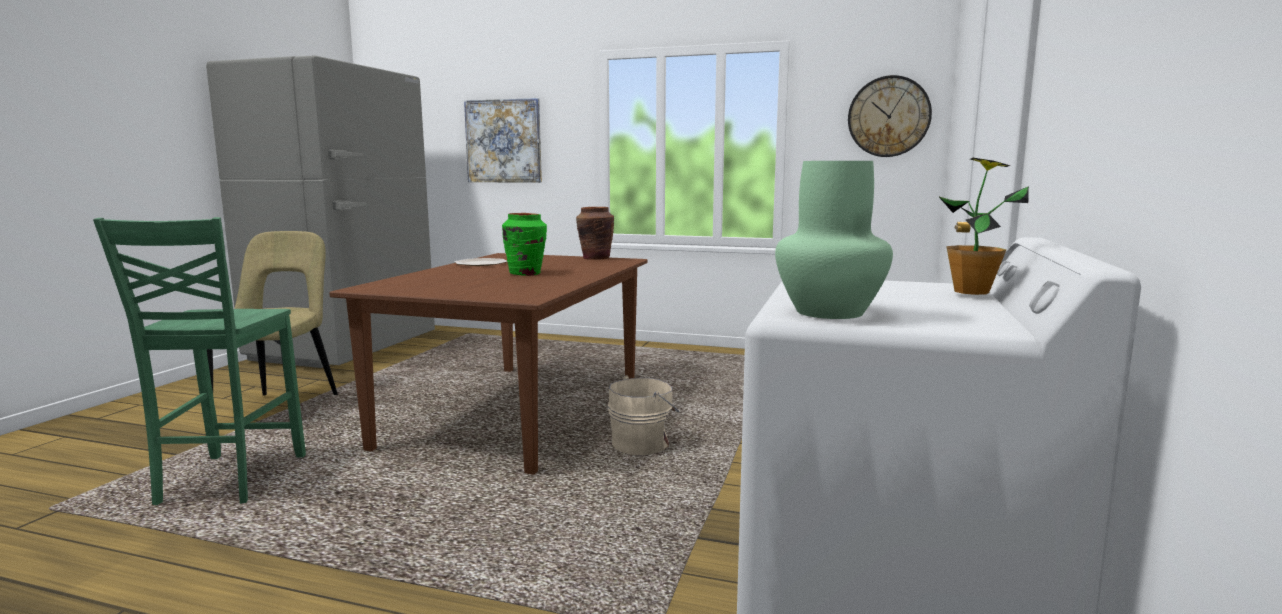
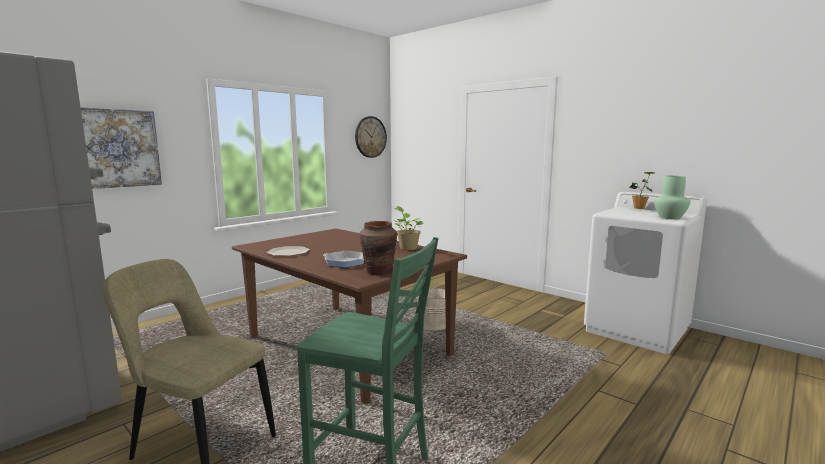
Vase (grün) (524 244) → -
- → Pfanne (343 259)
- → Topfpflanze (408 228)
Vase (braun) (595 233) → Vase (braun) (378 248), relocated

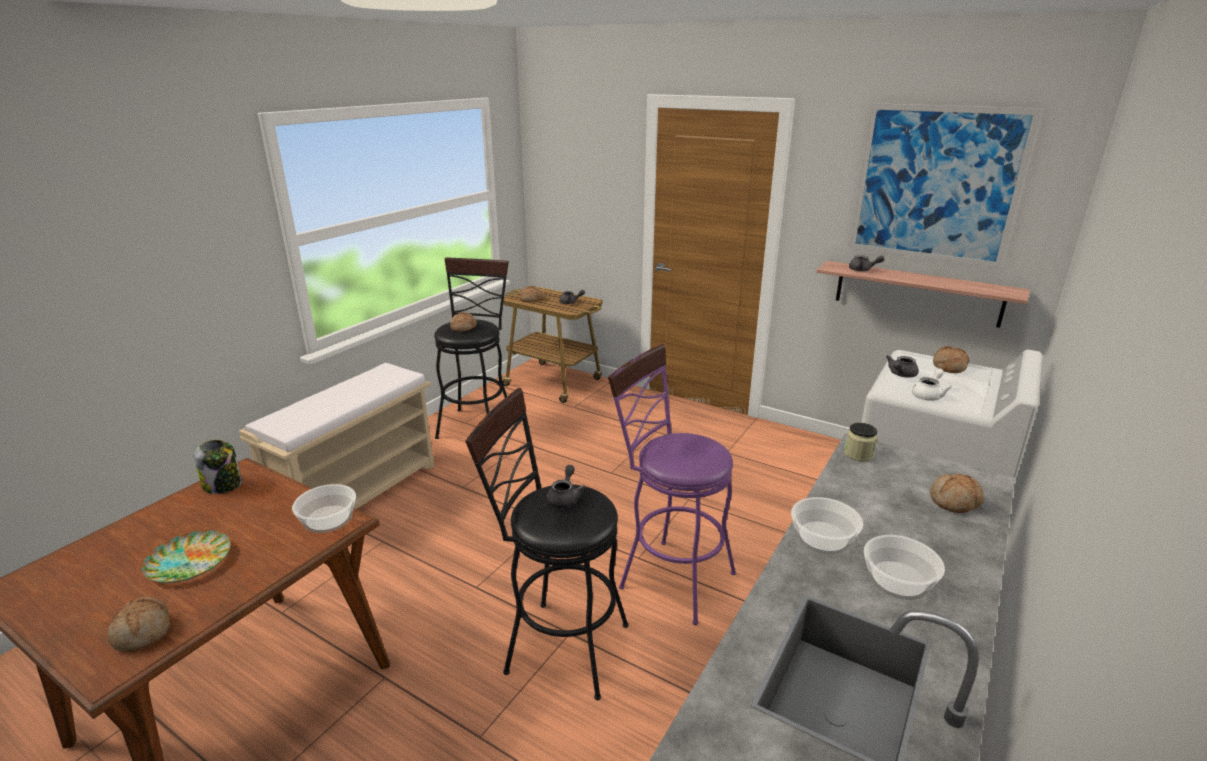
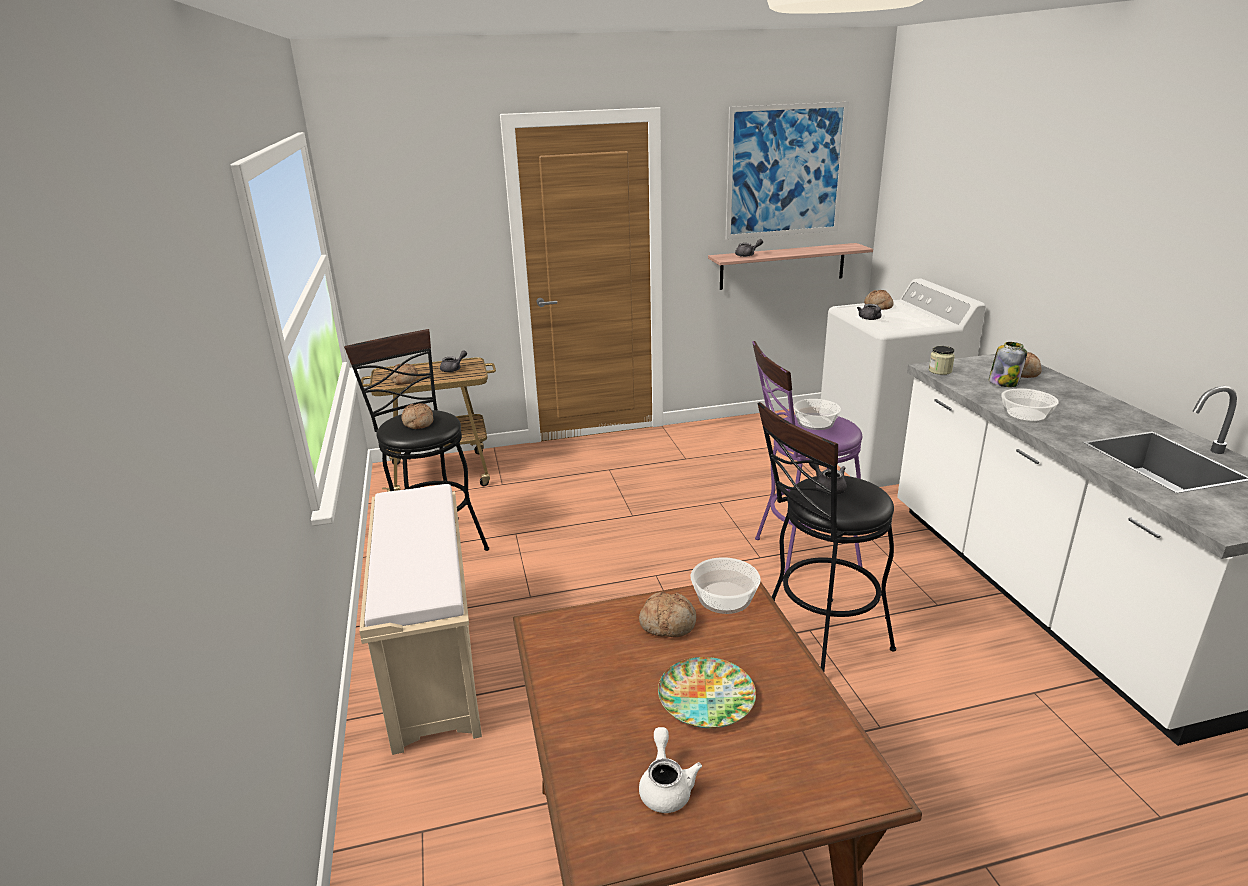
Brot (138 624) → Brot (667 615), relocated
Vorratsglas (217 467) → Vorratsglas (1008 364), relocated
Schüssel (904 567) → Schüssel (817 414), relocated
Teekanne (weiß) (932 384) → Teekanne (weiß) (670 770), relocated

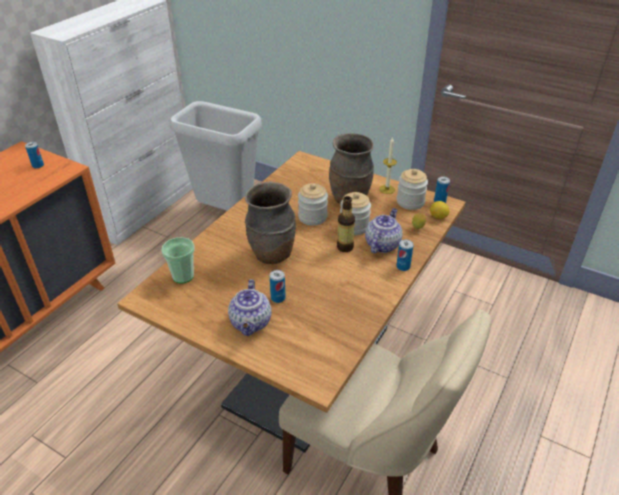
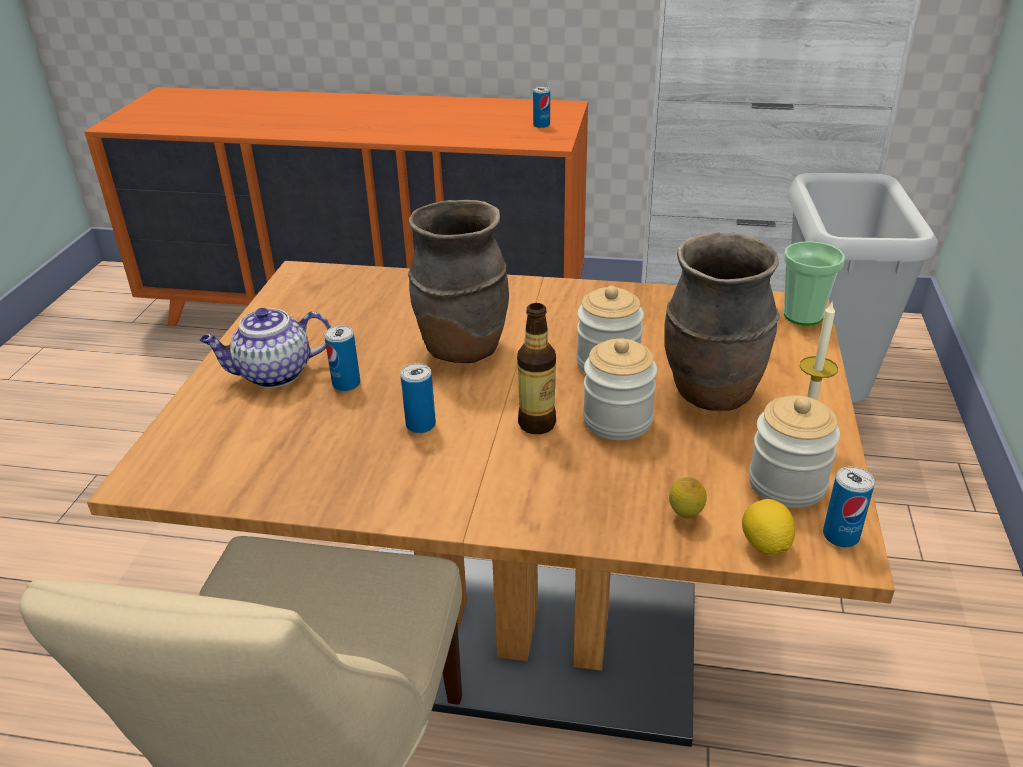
Teekanne (384 230) → -
Tasse (178 260) → Tasse (814 283), relocated
Dose (404 255) → Dose (418 398), relocated

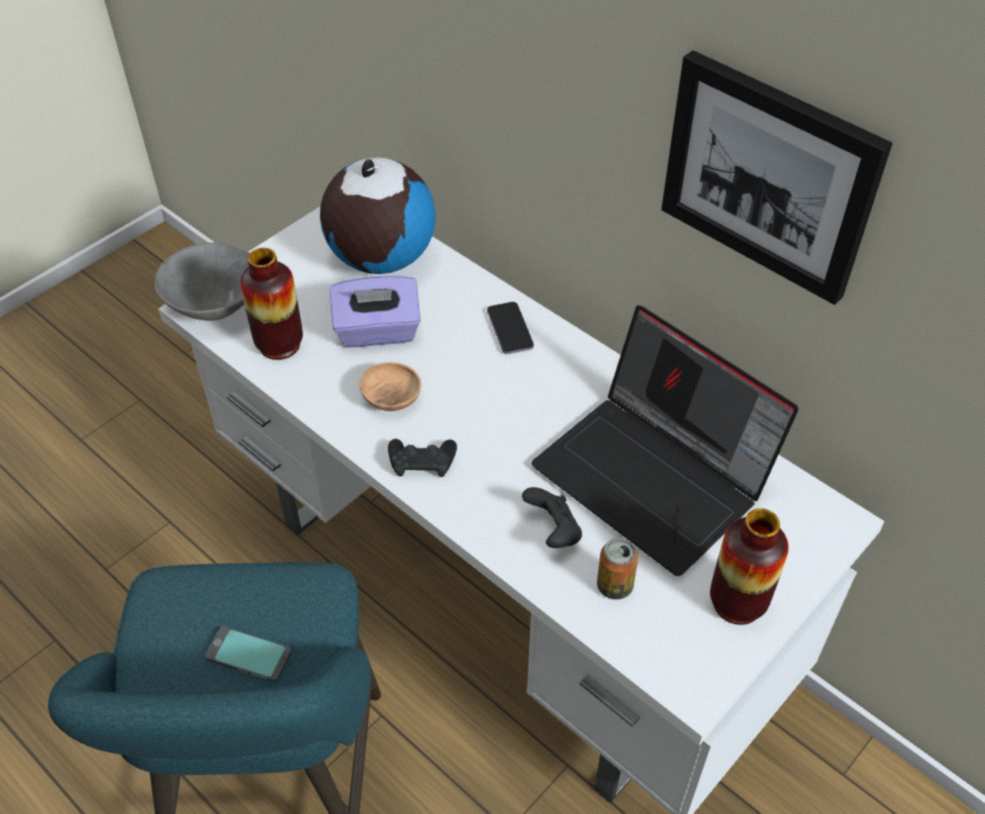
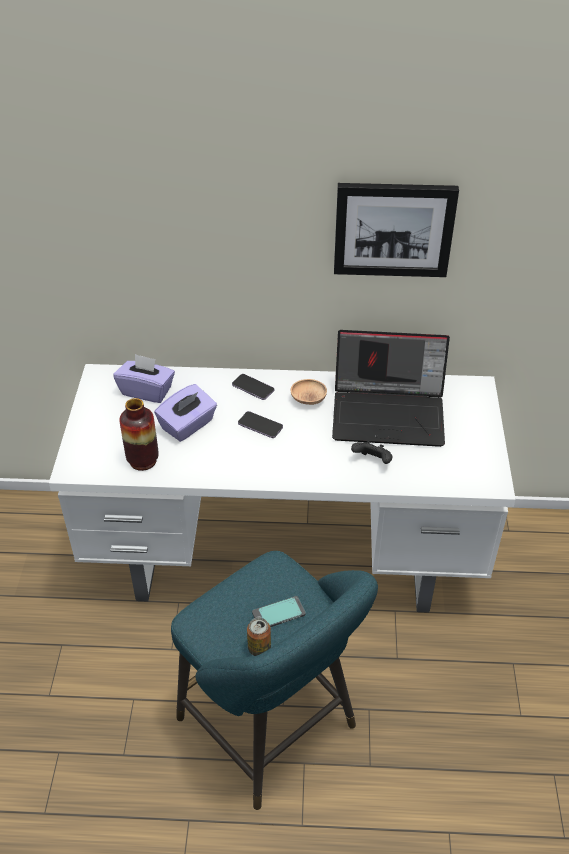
Schüssel (grau) (202 281) → -
Gamepad (schwarz) (422 458) → -
Vase (749 566) → -
- → Handy (260 424)
Schüssel (braun) (390 386) → Schüssel (braun) (309 392), relocated
Dose (617 569) → Dose (259 637), relocated
Globus (378 215) → Taschentuchbox (lila) (144 378)

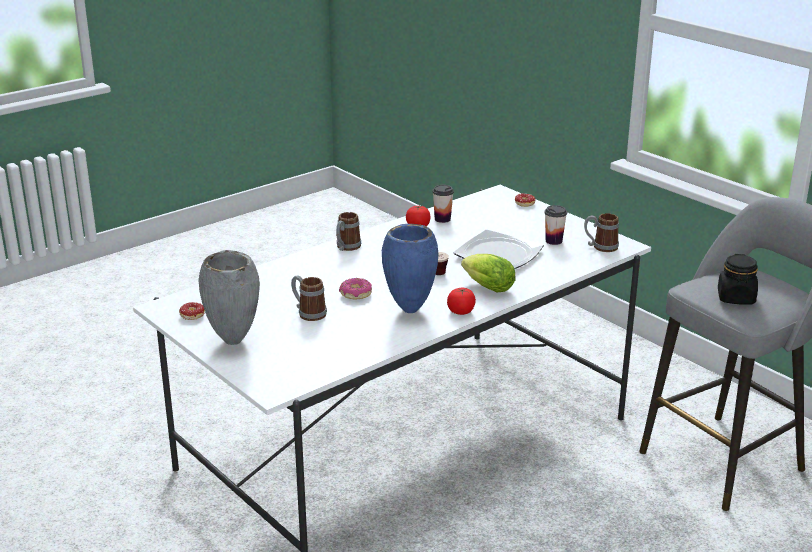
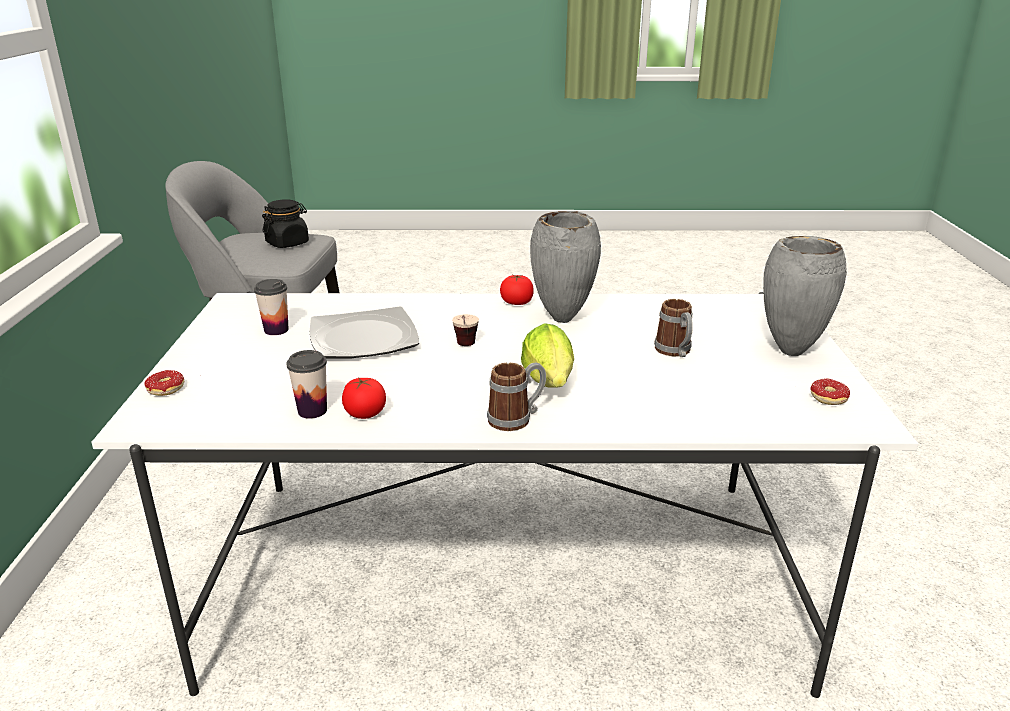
Donut (355 288) → -
Henkelbecher (601 232) → -
Salatkopf (488 273) → Salatkopf (547 355), relocated
Vase (blau) (410 268) → Vase (grau) (565 267)

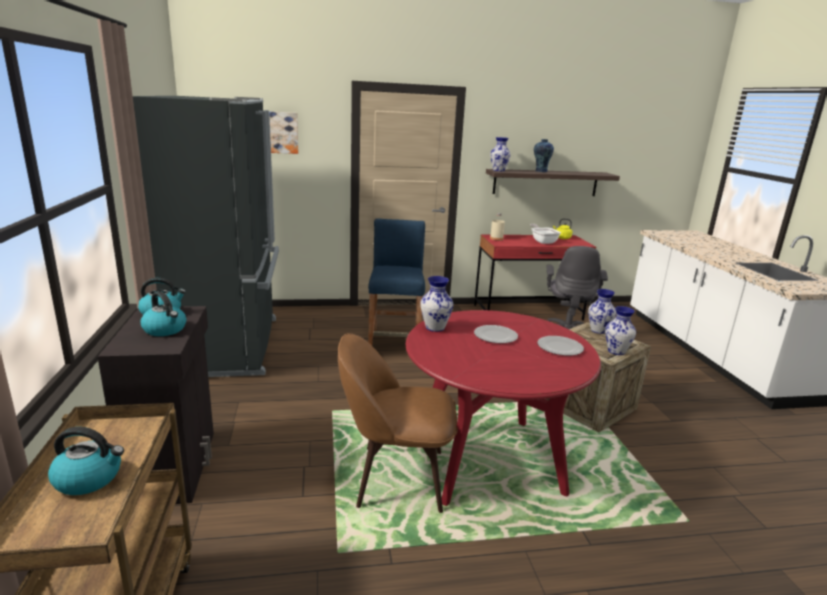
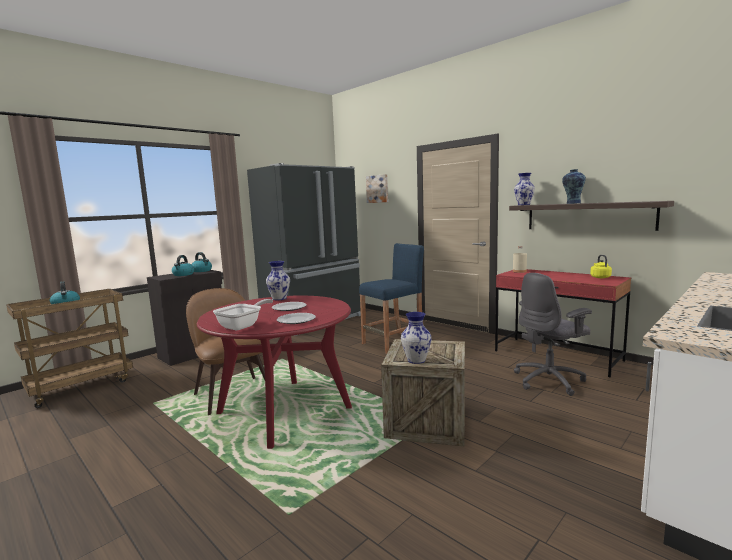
Vase (602 311) → -
Pfanne (545 234) → Pfanne (243 314), relocated

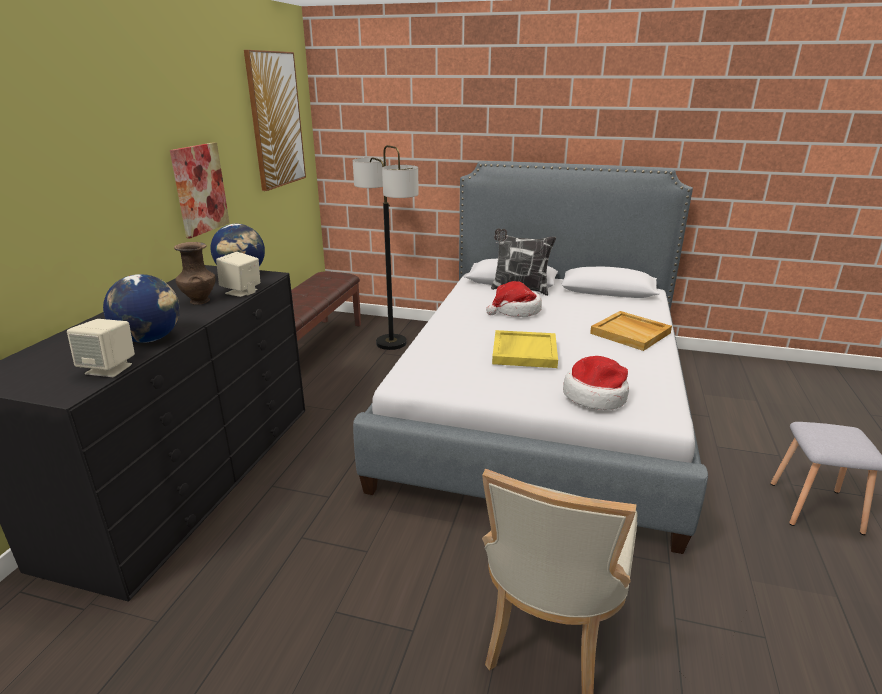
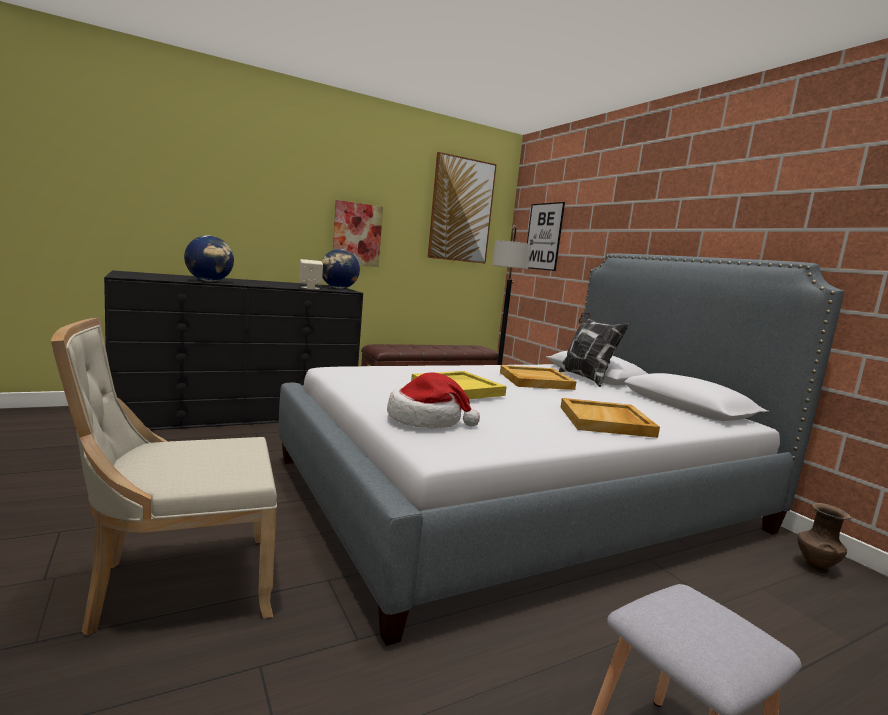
Lautsprecher (beige) (101 348) → -
- → Bild (546 236)
Vase (braun) (195 273) → Vase (braun) (824 538), relocated
Hut (514 299) → Tablett (beige) (538 377)

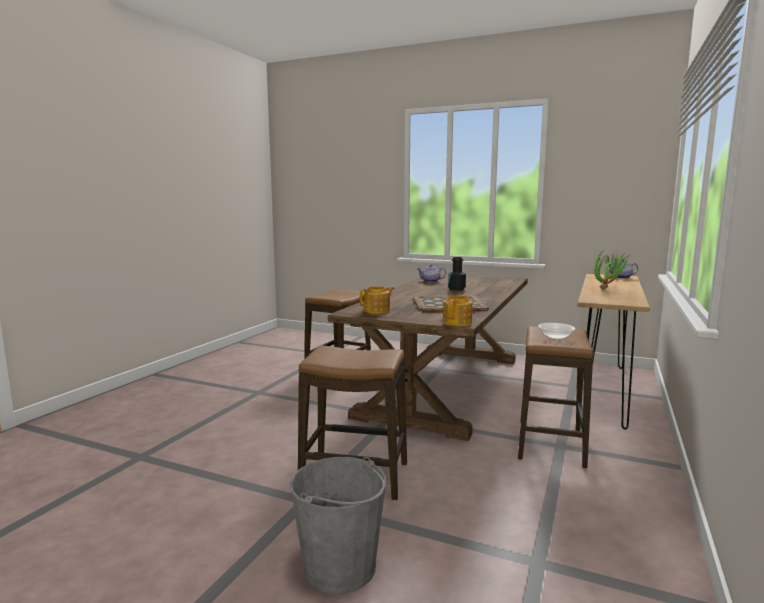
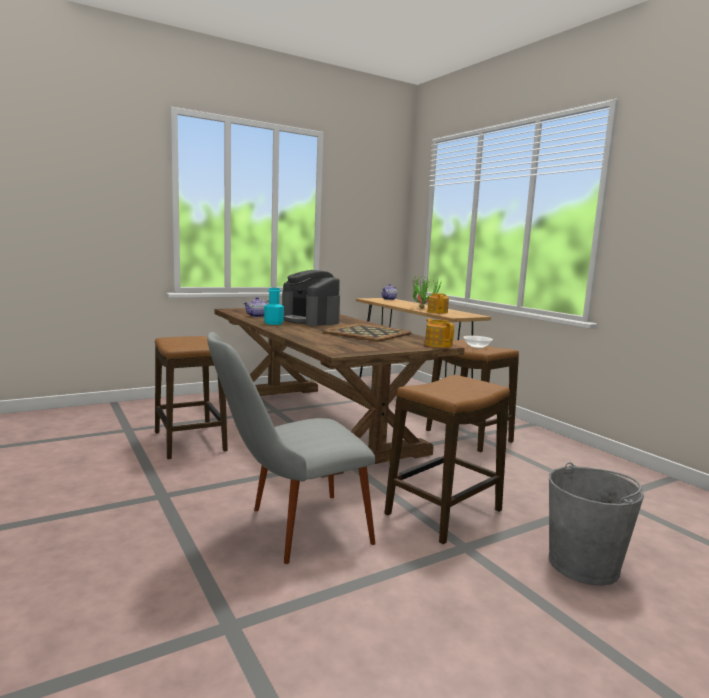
- → Stuhl (grau) (291 448)
- → Flasche (türkis) (274 306)
Teekanne (377 300) → Teekanne (438 303), relocated
Flasche (schwarz) (457 274) → Kaffeemaschine (311 298)

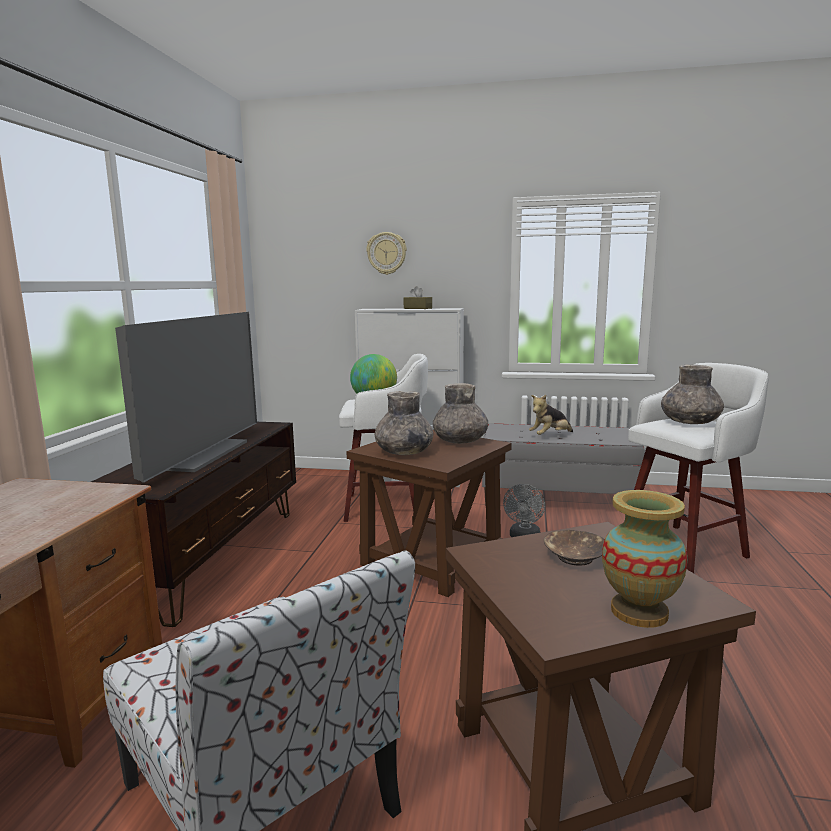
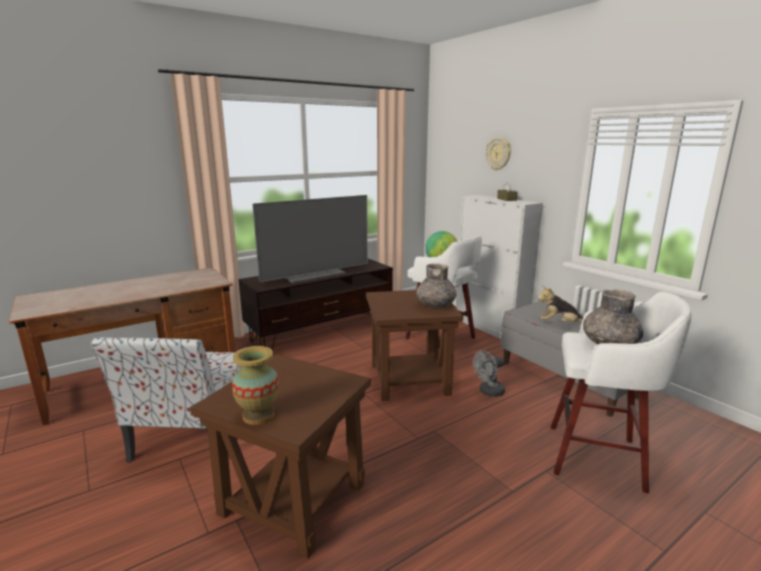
Vase (grau) (404 423) → -
Schüssel (braun) (574 548) → -

